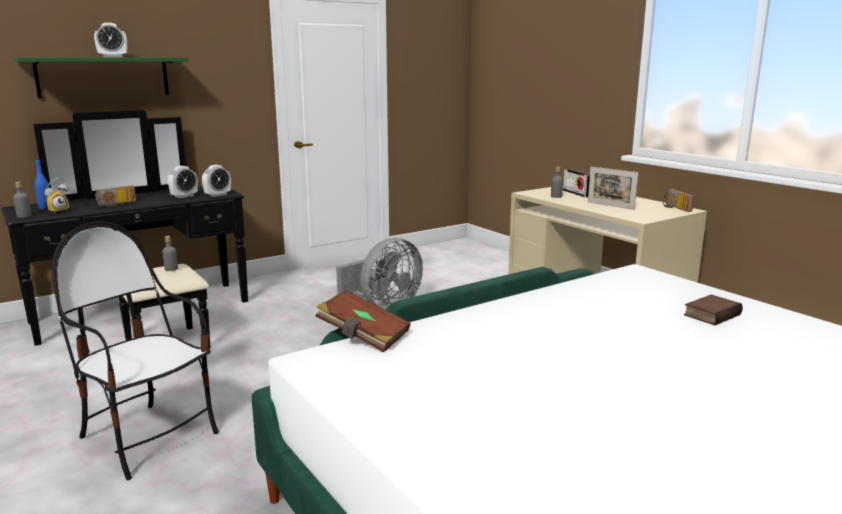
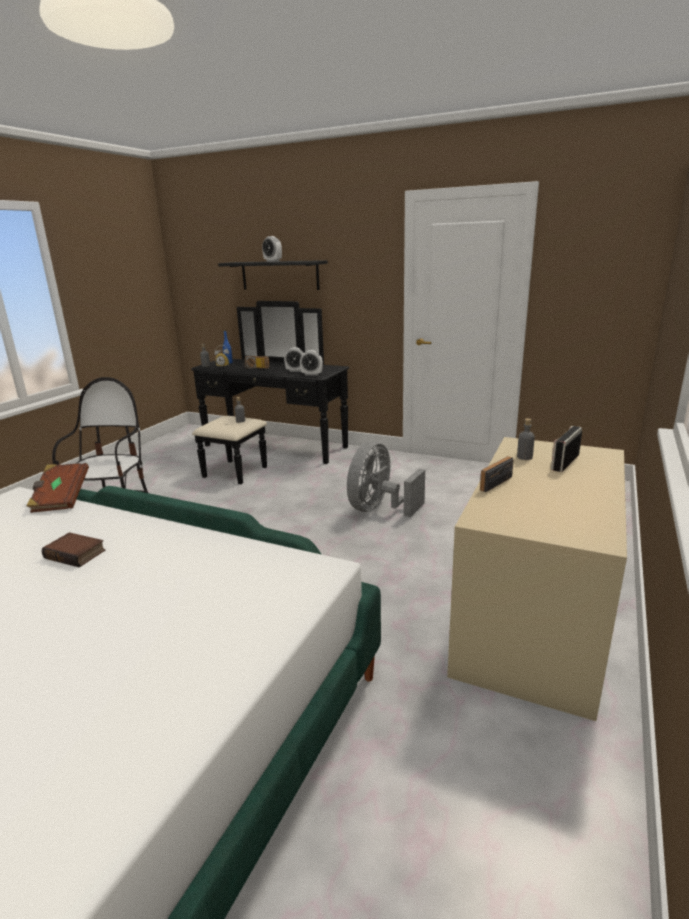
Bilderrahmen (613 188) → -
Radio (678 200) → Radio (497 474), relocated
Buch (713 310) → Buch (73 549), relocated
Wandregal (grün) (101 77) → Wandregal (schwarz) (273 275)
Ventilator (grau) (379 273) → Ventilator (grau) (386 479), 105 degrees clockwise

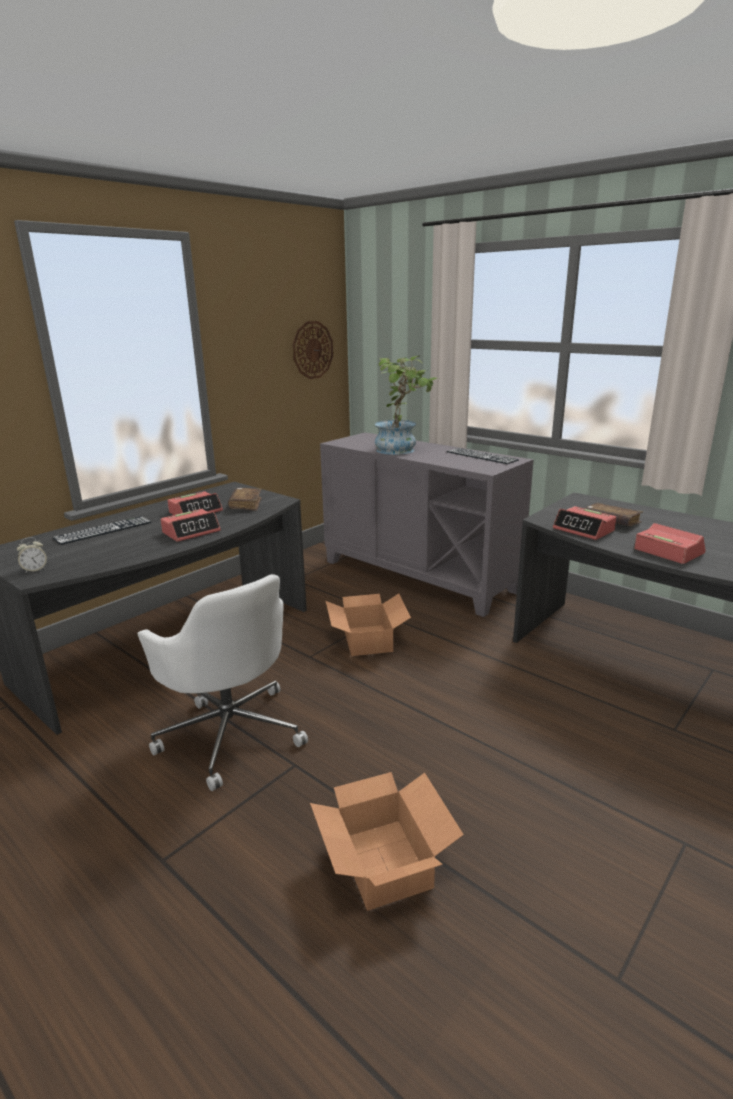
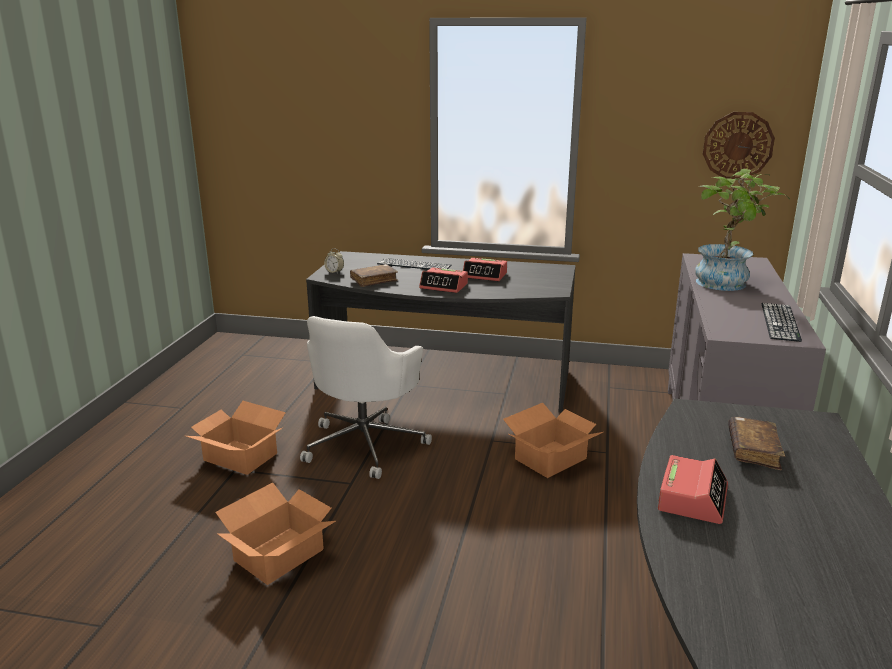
Wecker (584 523) → -
- → Karton (236 438)
Buch (braun) (245 499) → Buch (braun) (374 275), relocated

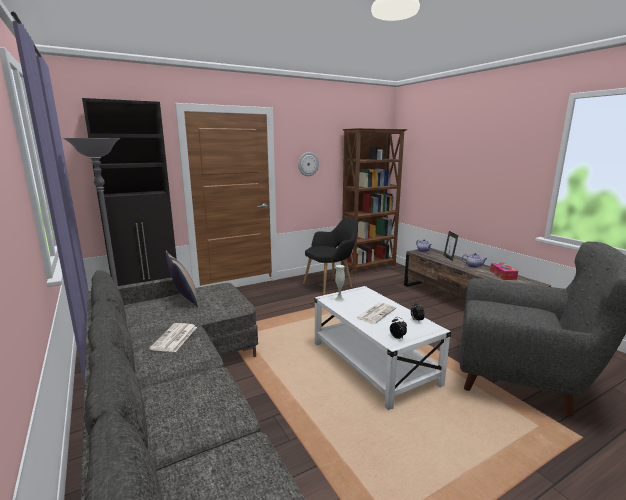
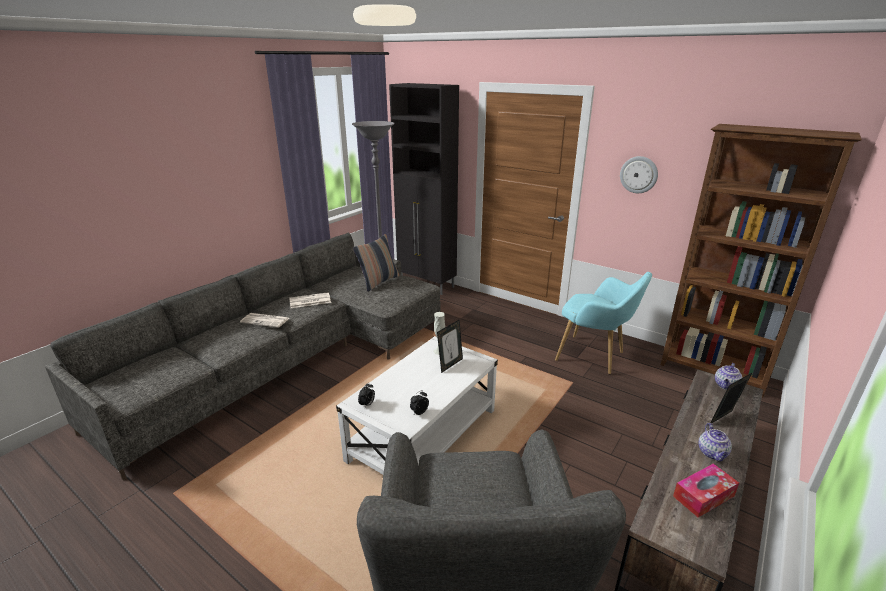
- → Bilderrahmen (450 346)
Zeitung (376 313) → Zeitung (264 320), relocated
Sessel (schwarz) (330 256) → Sessel (türkis) (603 323)

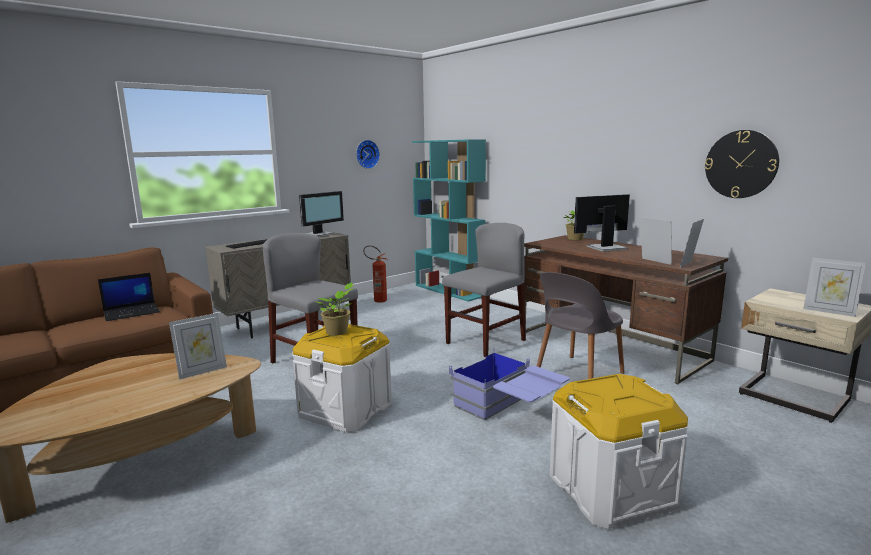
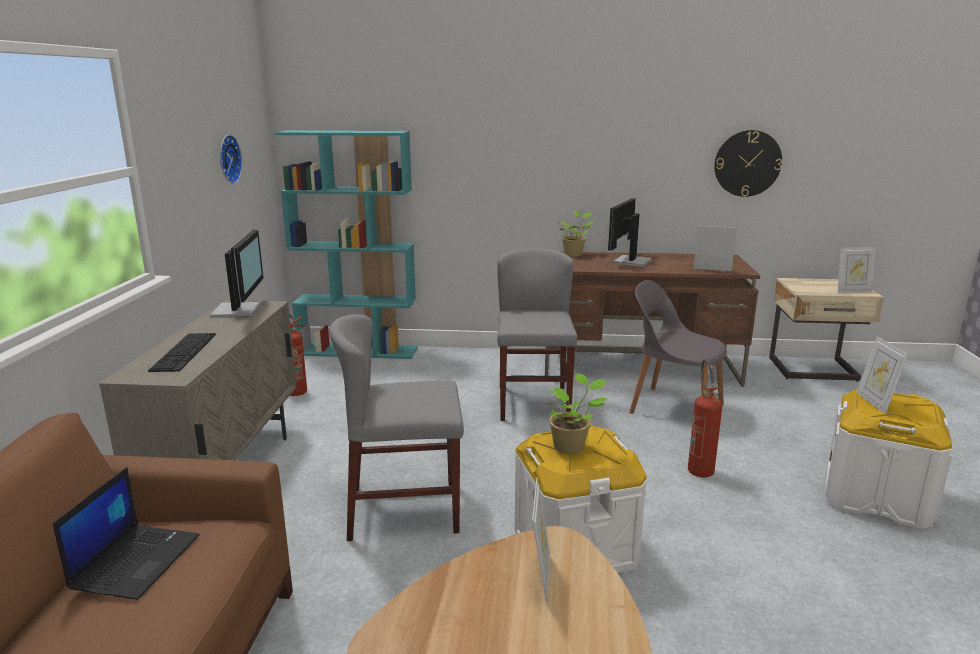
Bilderrahmen (692 243) → Bilderrahmen (882 375), relocated
Aufbewahrungsbox (blau) (509 384) → Feuerlöscher (705 418)
Stuhl (grau) (581 325) → Stuhl (grau) (678 347), 120 degrees clockwise

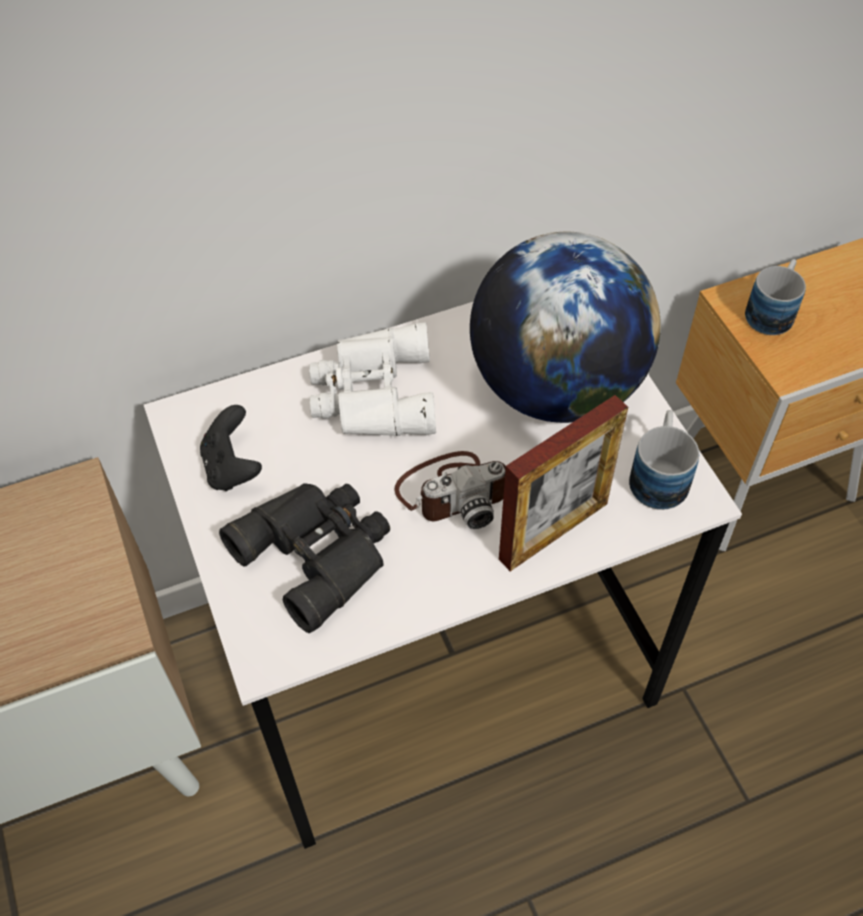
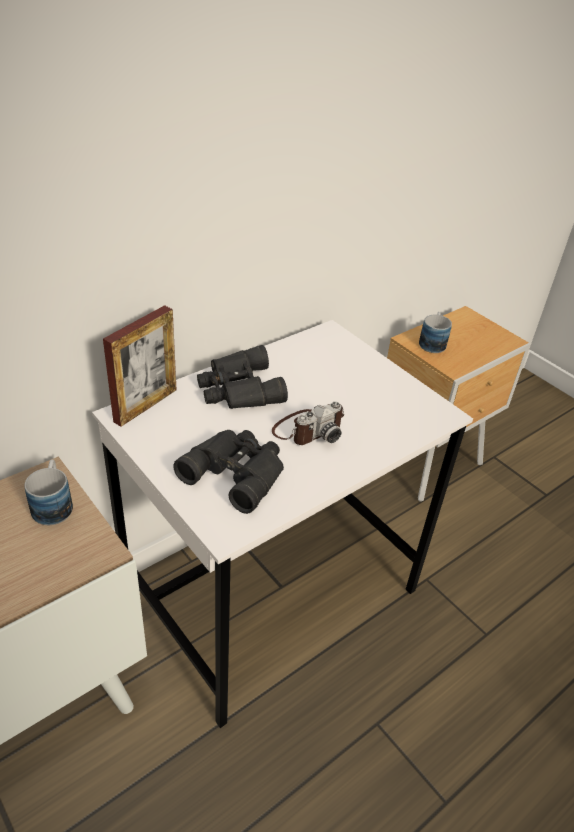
Gamepad (schwarz) (231 448) → -
Globus (565 327) → -
Bilderrahmen (563 483) → Bilderrahmen (140 366), relocated
Henkelbecher (664 460) → Henkelbecher (48 492), relocated
Fernglas (weiß) (372 379) → Fernglas (schwarz) (242 377)

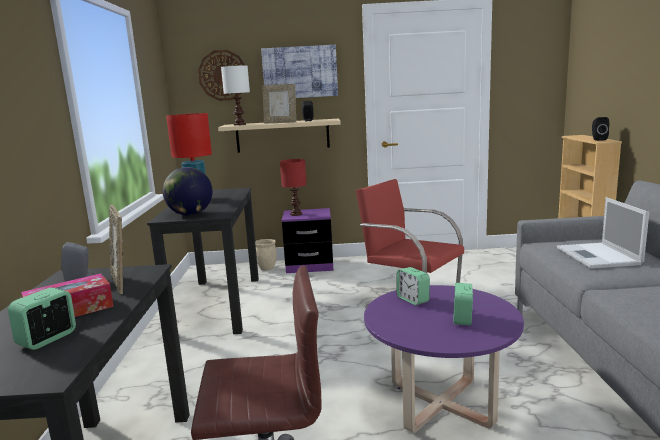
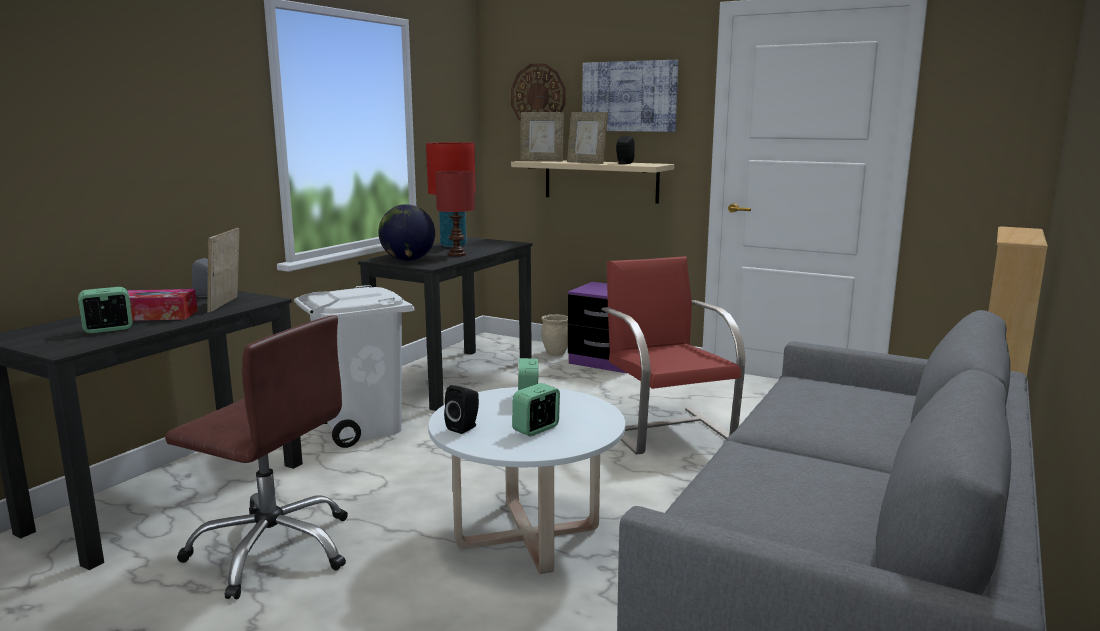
Laptop (603 233) → -
- → Mülleimer (weiß) (354 366)
Tischlampe (rot) (293 187) → Tischlampe (rot) (455 214), relocated
Lautsprecher (schwarz) (600 129) → Lautsprecher (schwarz) (461 409), relocated
Tischlampe (weiß) (235 95) → Bilderrahmen (542 136)
Couchtisch (lila) (444 359) → Couchtisch (weiß) (526 480)

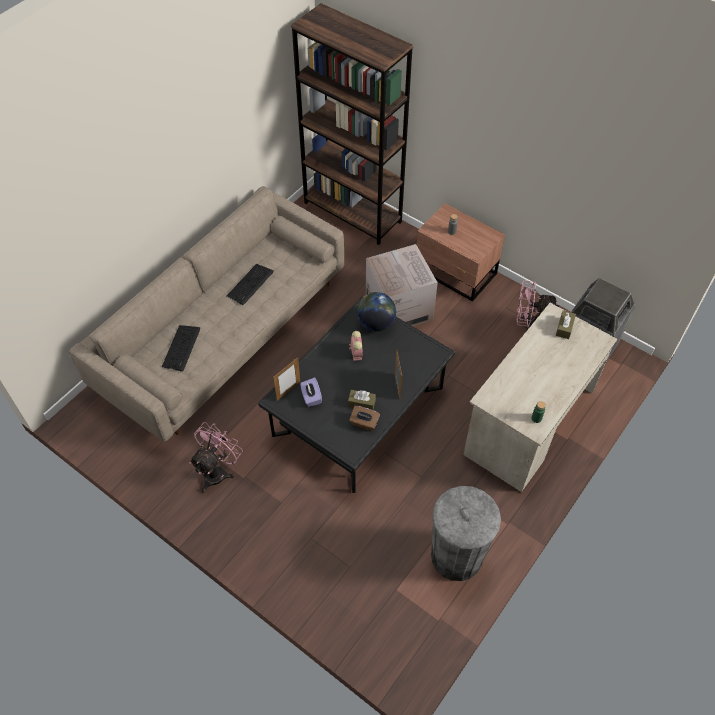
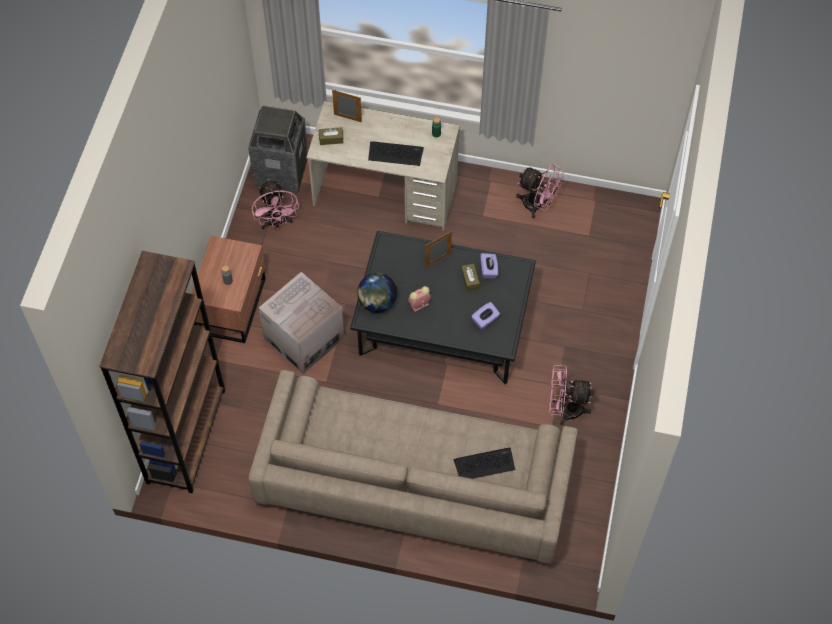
Tastatur (250 284) → Tastatur (396 154), relocated
Bilderrahmen (286 379) → Bilderrahmen (347 106), relocated
Mülleimer (grau) (466 533) → Ventilator (rosa) (540 191)
Taschentuchbox (braun) (364 418) → Taschentuchbox (lila) (489 266)

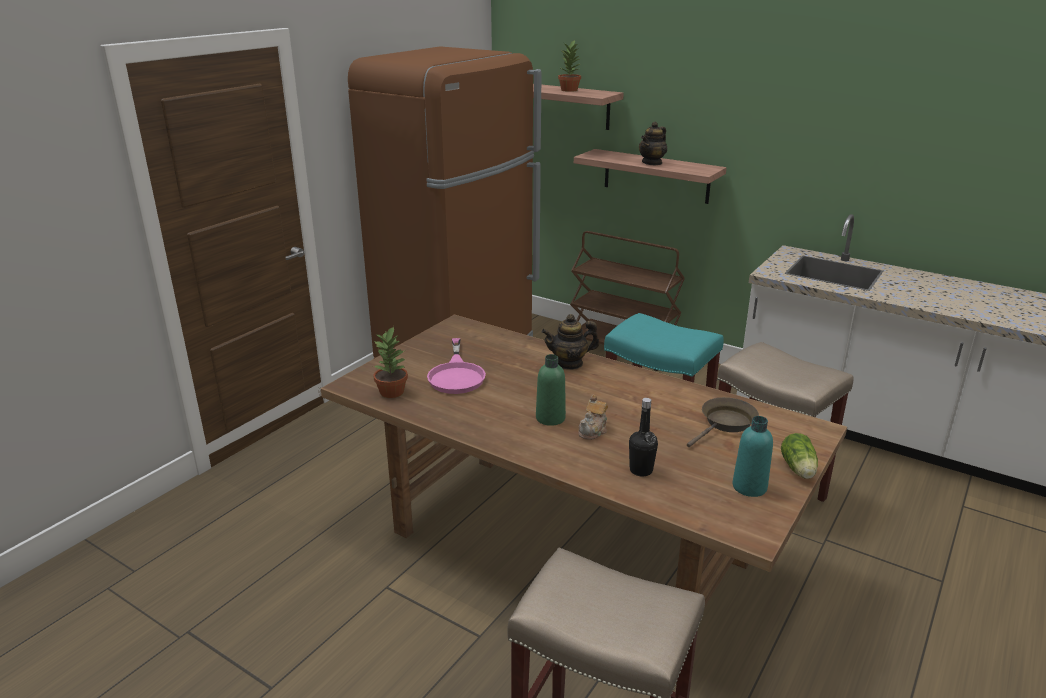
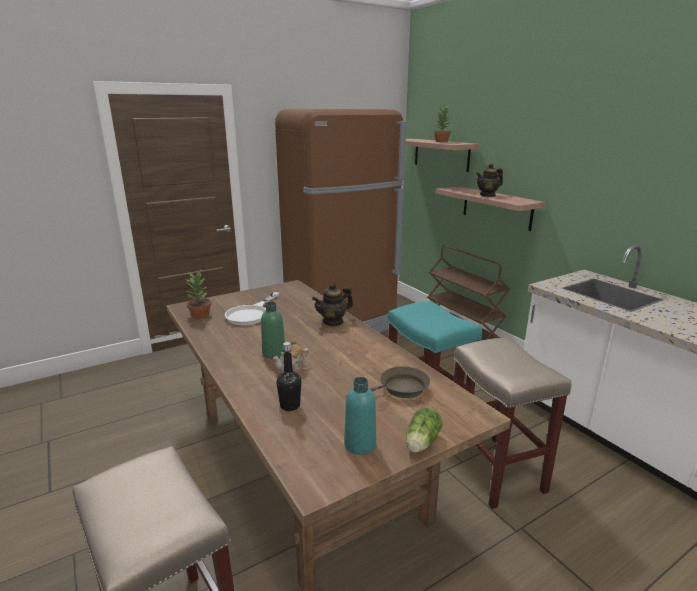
Pfanne (rosa) (456 366) → Pfanne (weiß) (252 308)
Teekanne (570 342) → Teekanne (332 304), 45 degrees counterclockwise

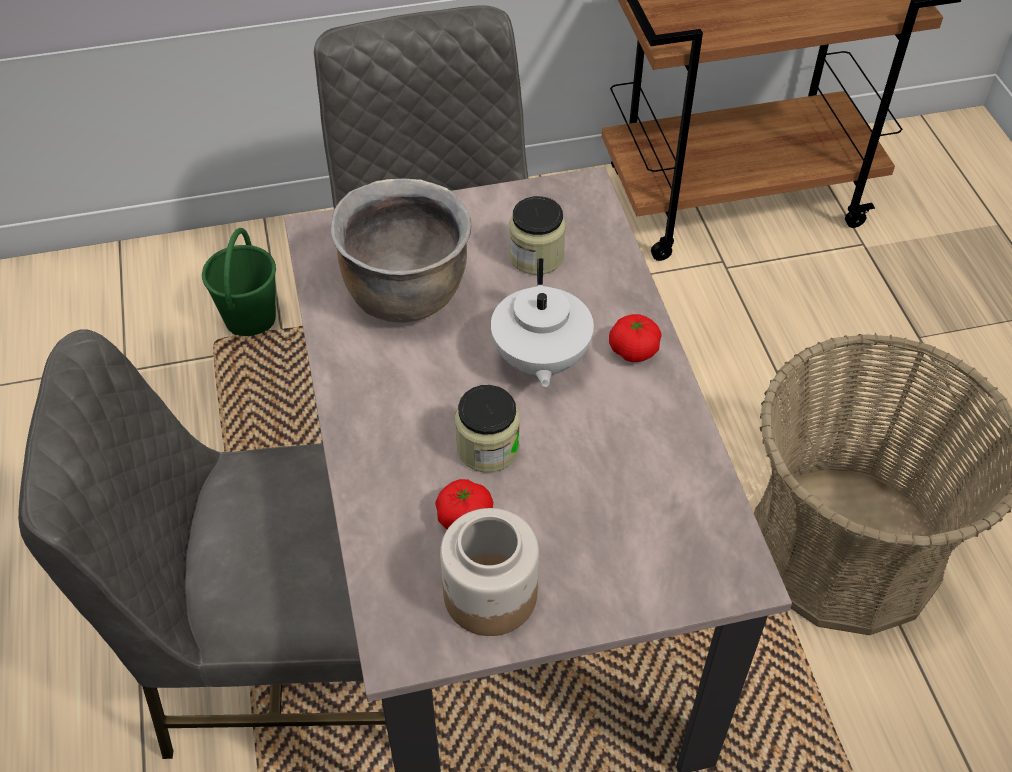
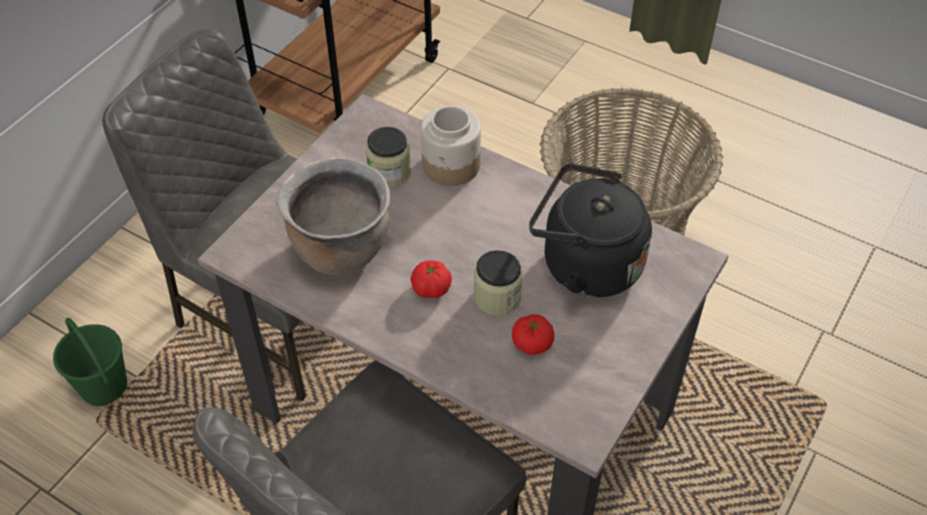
Teekanne (weiß) (542 322) → -
- → Wasserkessel (schwarz) (590 230)
Vorratsglas (489 572) → Vorratsglas (451 146), relocated
Tomate (635 338) → Tomate (431 279), relocated

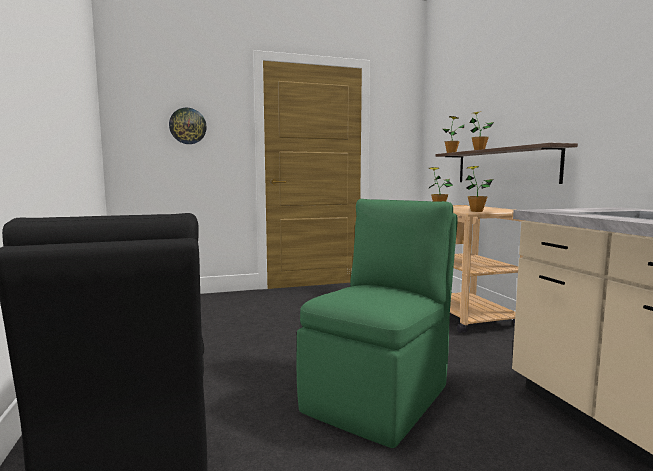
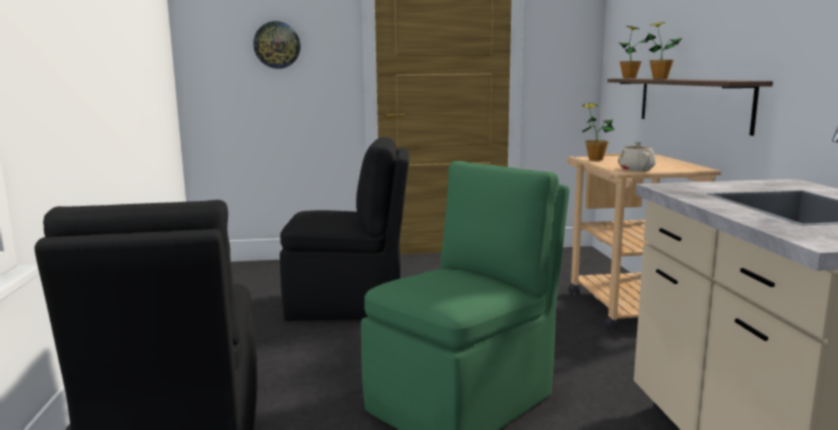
- → Stuhl (schwarz) (344 229)
Topfpflanze (479 189) → Teekanne (beige) (637 156)

